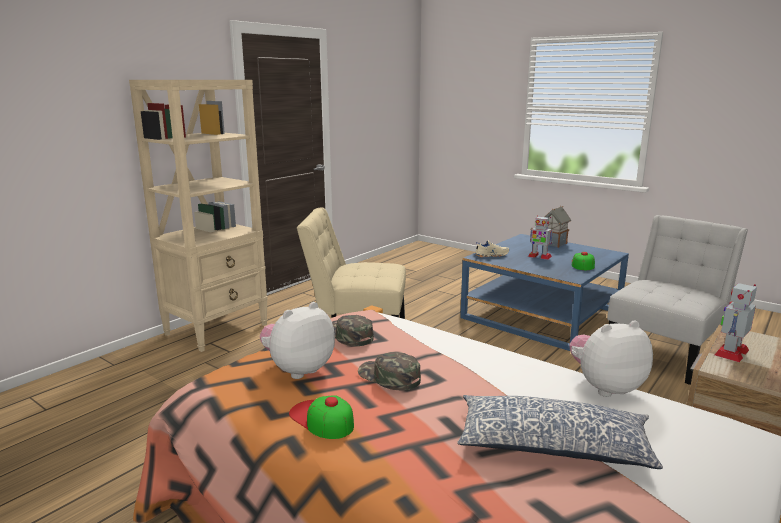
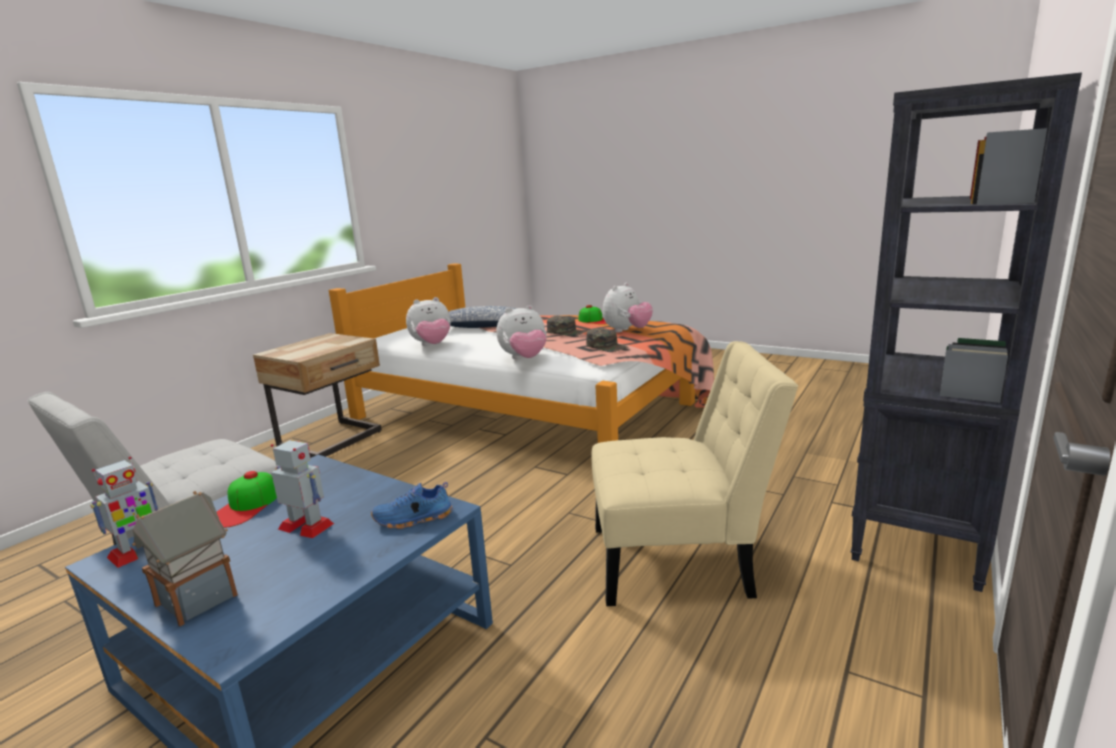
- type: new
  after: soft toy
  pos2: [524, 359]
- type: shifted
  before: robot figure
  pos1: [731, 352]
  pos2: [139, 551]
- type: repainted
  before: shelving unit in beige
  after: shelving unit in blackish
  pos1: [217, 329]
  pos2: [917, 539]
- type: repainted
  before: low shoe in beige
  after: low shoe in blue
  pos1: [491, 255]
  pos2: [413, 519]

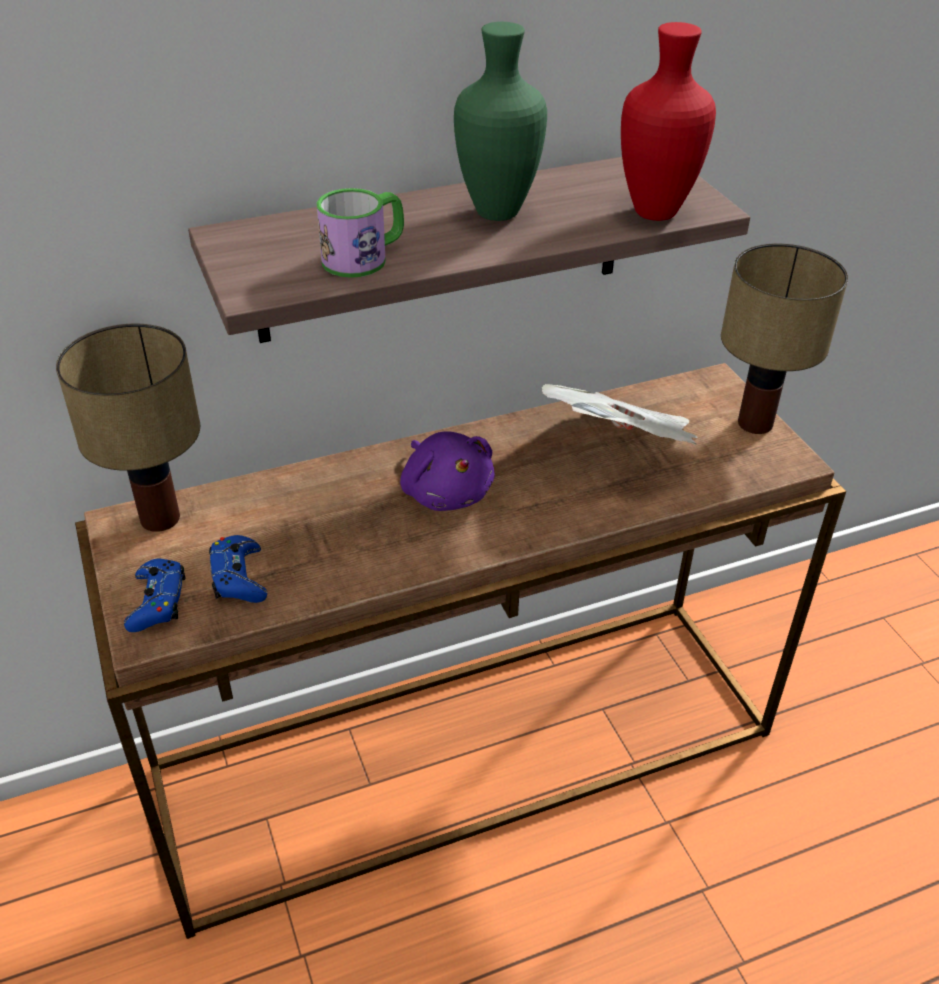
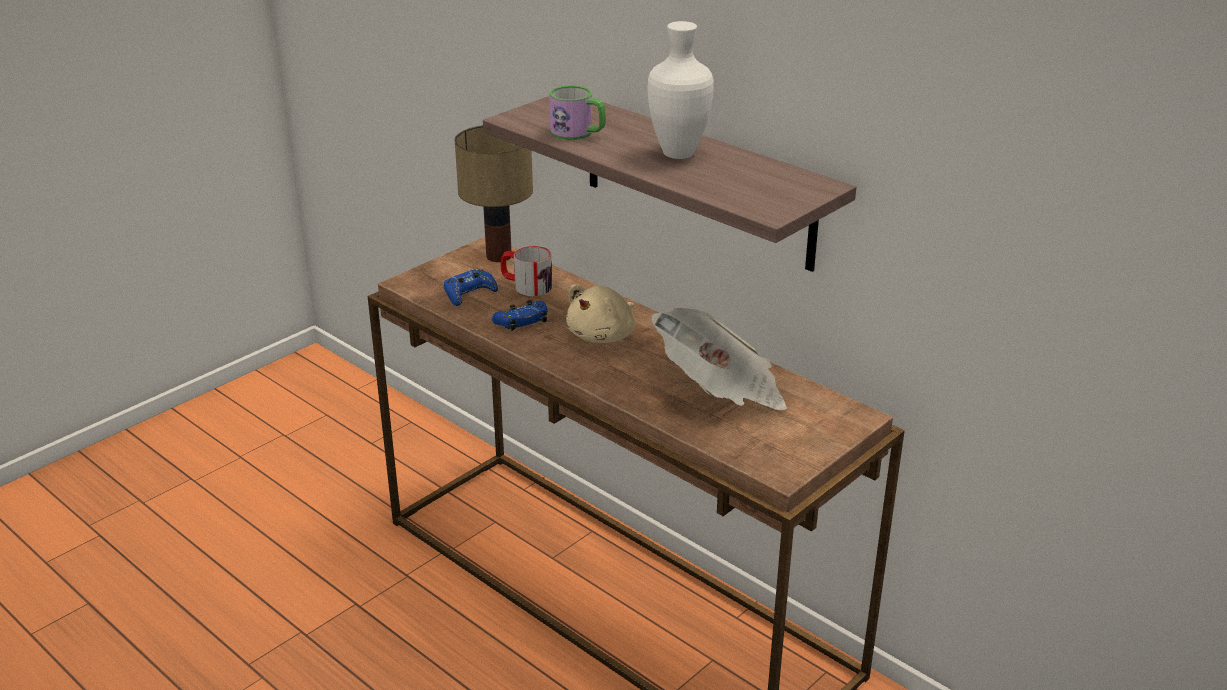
- type: gone
  before: flower vase in red
  pos1: [652, 211]
- type: gone
  before: table lamp
  pos1: [755, 422]
- type: new
  after: tea mug
  pos2: [526, 285]
- type: shifted
  before: game controller in blue
  pos1: [157, 602]
  pos2: [522, 322]
- type: repainted
  before: soft toy in purple-coloured
  after: soft toy in beige
  pos1: [446, 492]
  pos2: [603, 336]
- type: repainted
  before: flower vase in greenish
  after: flower vase in white-coloured
  pos1: [499, 211]
  pos2: [680, 154]

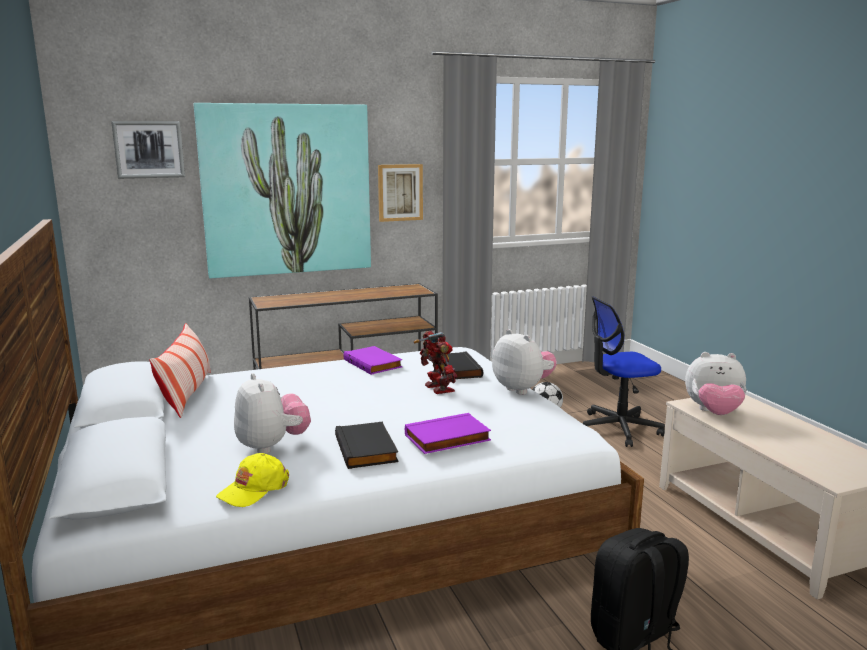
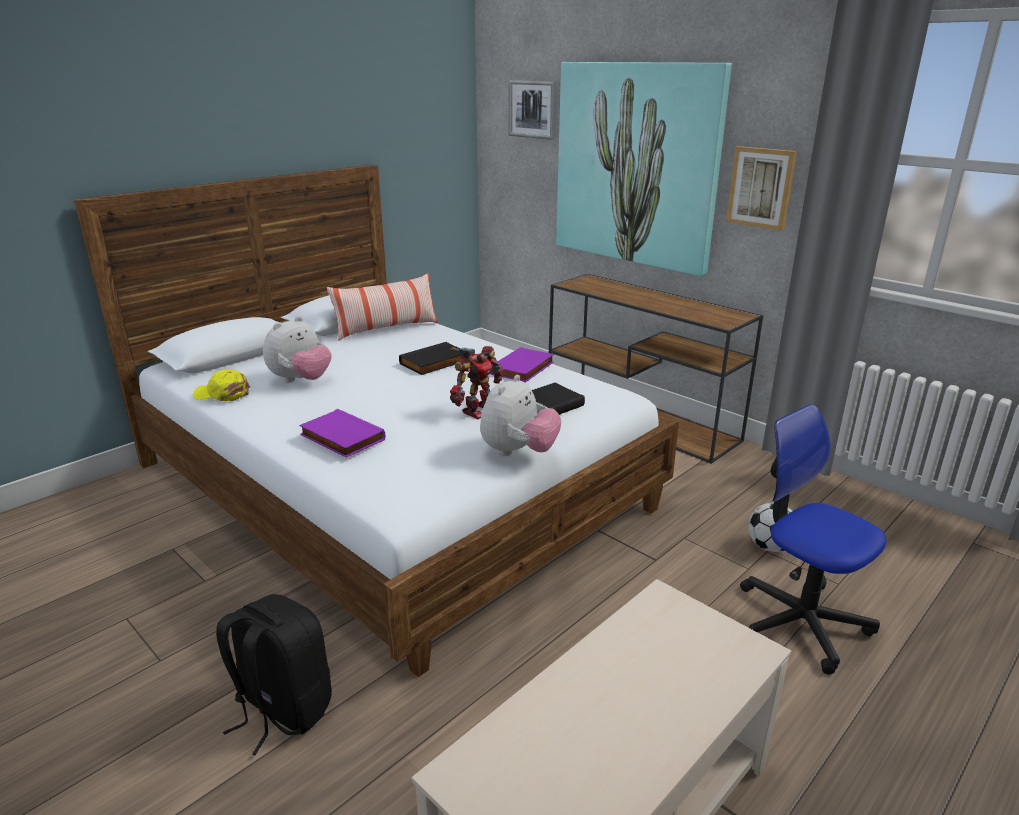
- type: gone
  before: soft toy
  pos1: [713, 413]
- type: shifted
  before: volume in blackish
  pos1: [367, 449]
  pos2: [435, 362]

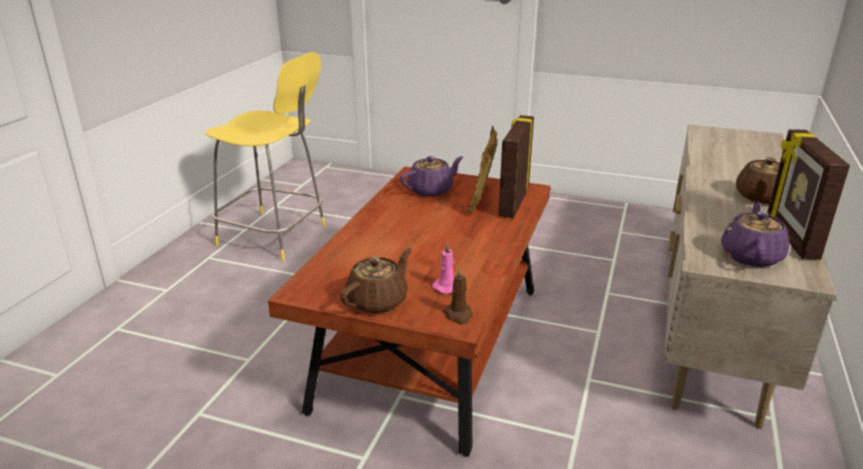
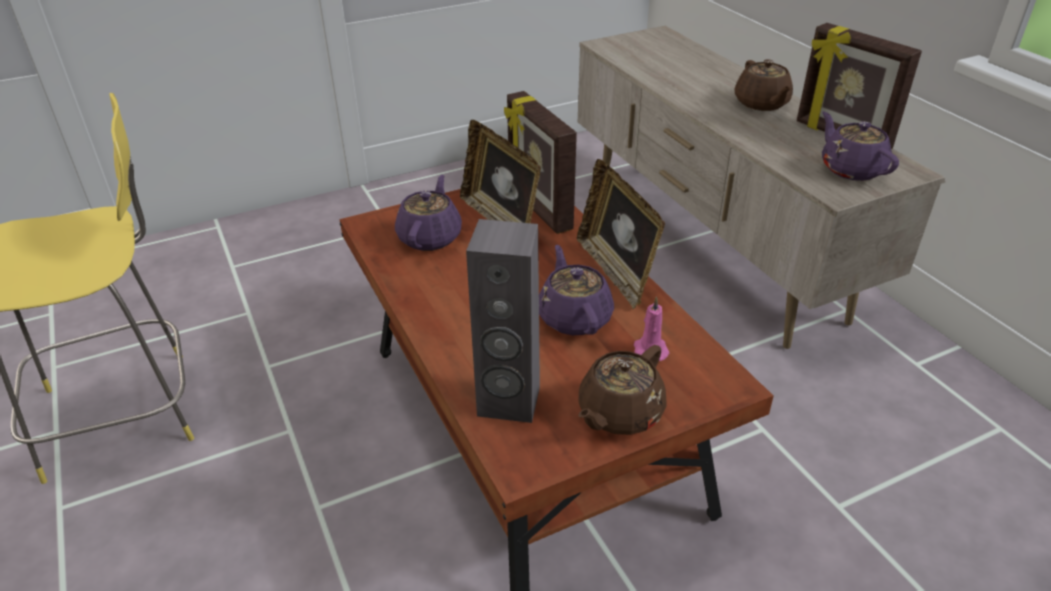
- type: gone
  before: candle in brownish
  pos1: [459, 315]
- type: new
  after: speaker in grey
  pos2: [508, 402]
- type: new
  after: tea pot in purple-coloured
  pos2: [574, 317]
- type: new
  after: standing frame
  pos2: [616, 271]
- type: rotated
  before: tea pot in brownish
  pos1: [378, 301]
  pos2: [619, 413]
  turn: -135

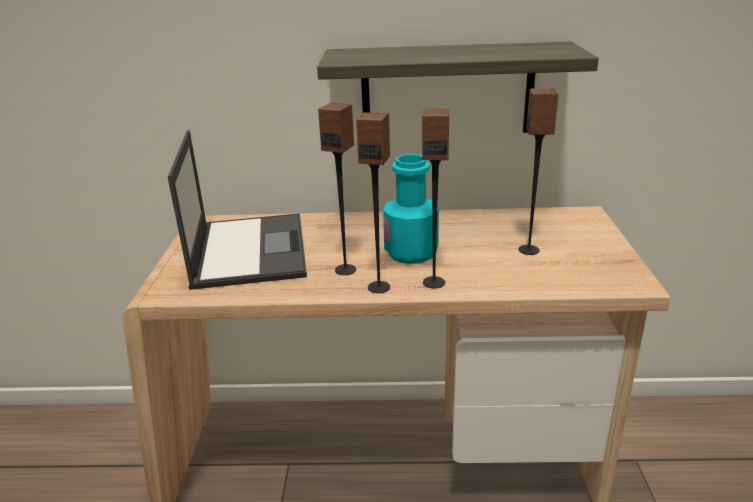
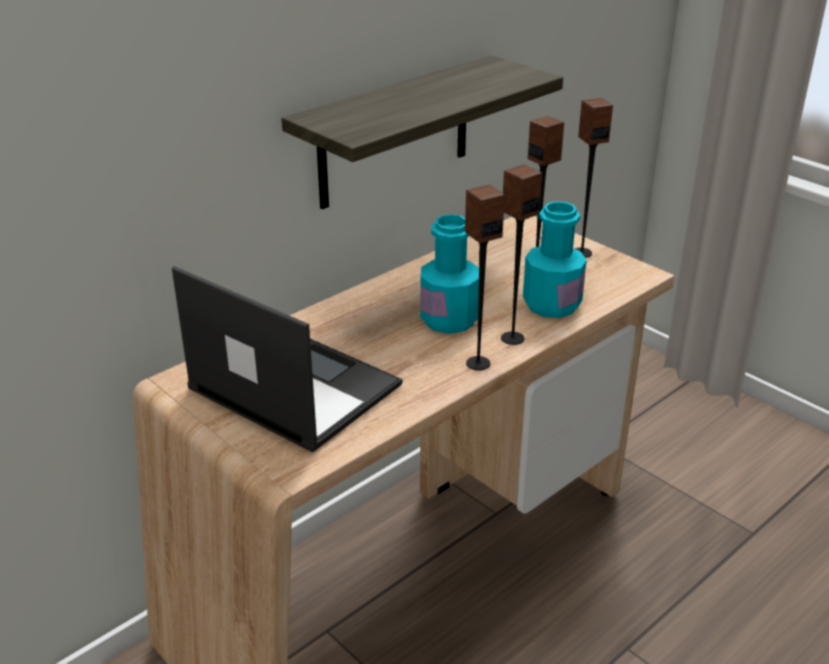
- type: new
  after: beverage bottle in turquoise-coloured
  pos2: [551, 304]
- type: shifted
  before: speaker
  pos1: [345, 269]
  pos2: [581, 253]

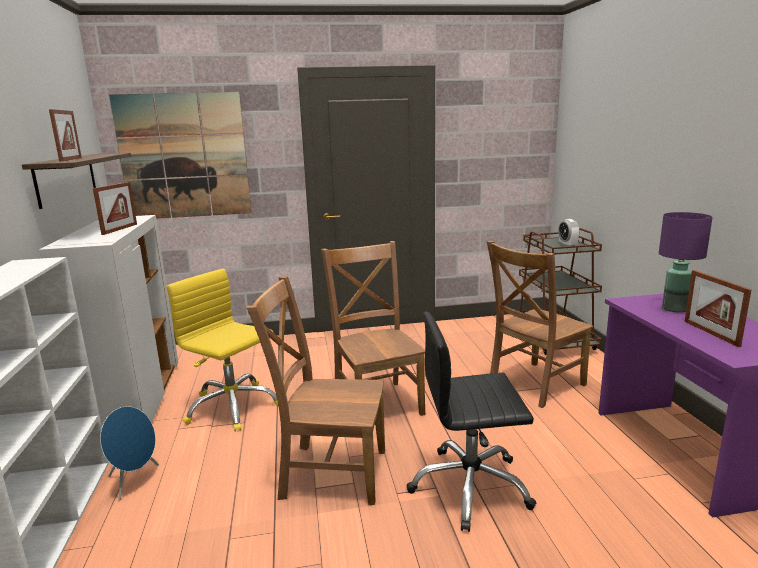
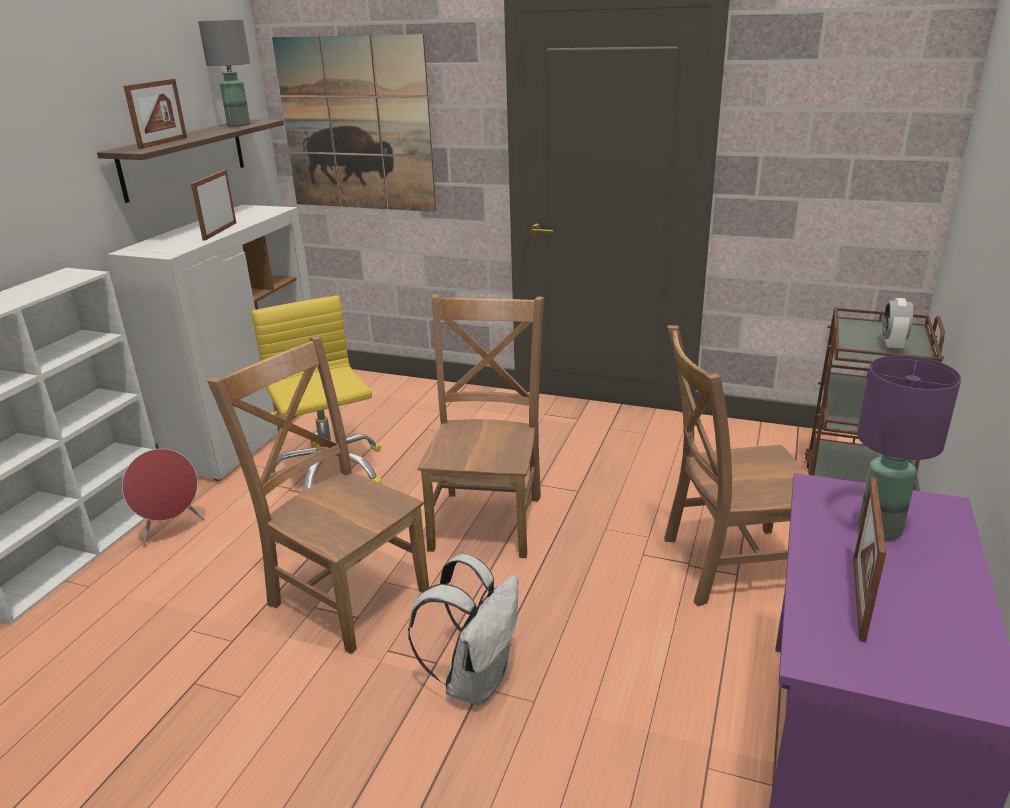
- type: new
  after: table lamp in grey
  pos2: [239, 125]
- type: swapped
  before: desk chair in blackish
  after: backpack in white-coloured
  pos1: [470, 487]
  pos2: [475, 679]
- type: repainted
  before: speaker in blue
  after: speaker in red
  pos1: [134, 481]
  pos2: [172, 530]
- type: rotated
  before: standing frame
  pos1: [120, 229]
  pos2: [220, 231]
  turn: 150

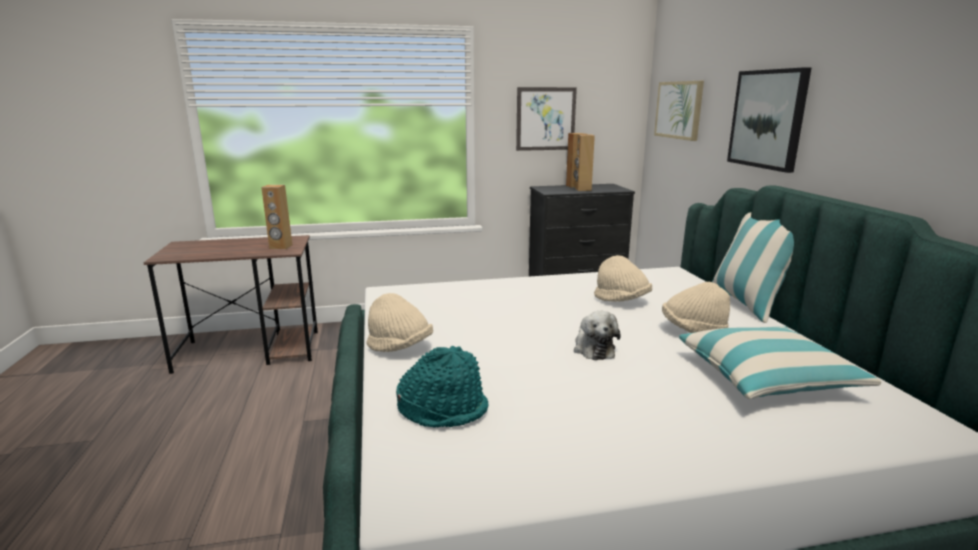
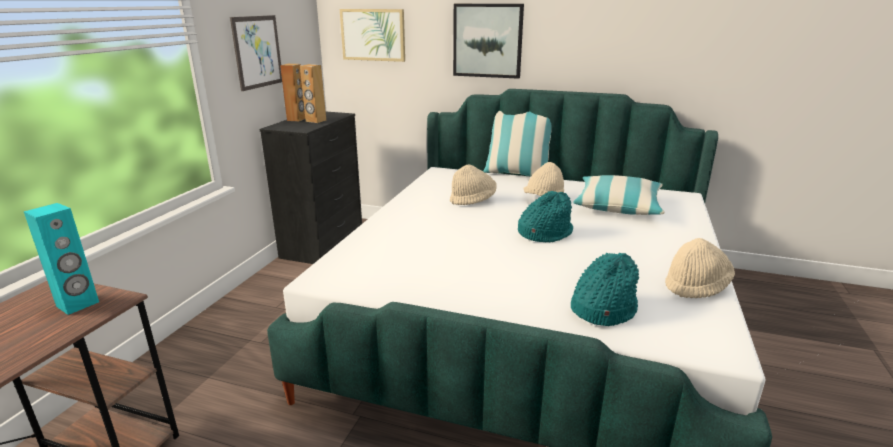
- type: shifted
  before: wearable hat in beige
  pos1: [399, 348]
  pos2: [696, 286]
- type: swapped
  before: soft toy
  after: wearable hat in turquoise-coloured
  pos1: [593, 349]
  pos2: [544, 233]
- type: repainted
  before: speaker in brownish
  after: speaker in turquoise-coloured
  pos1: [280, 247]
  pos2: [78, 304]

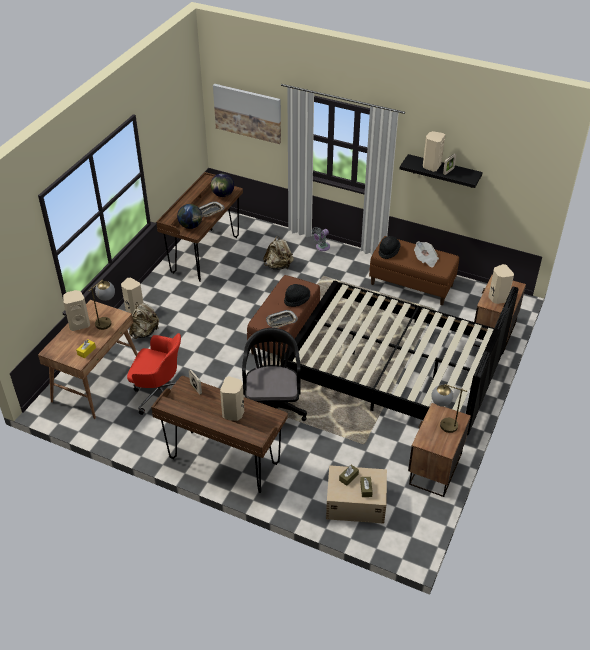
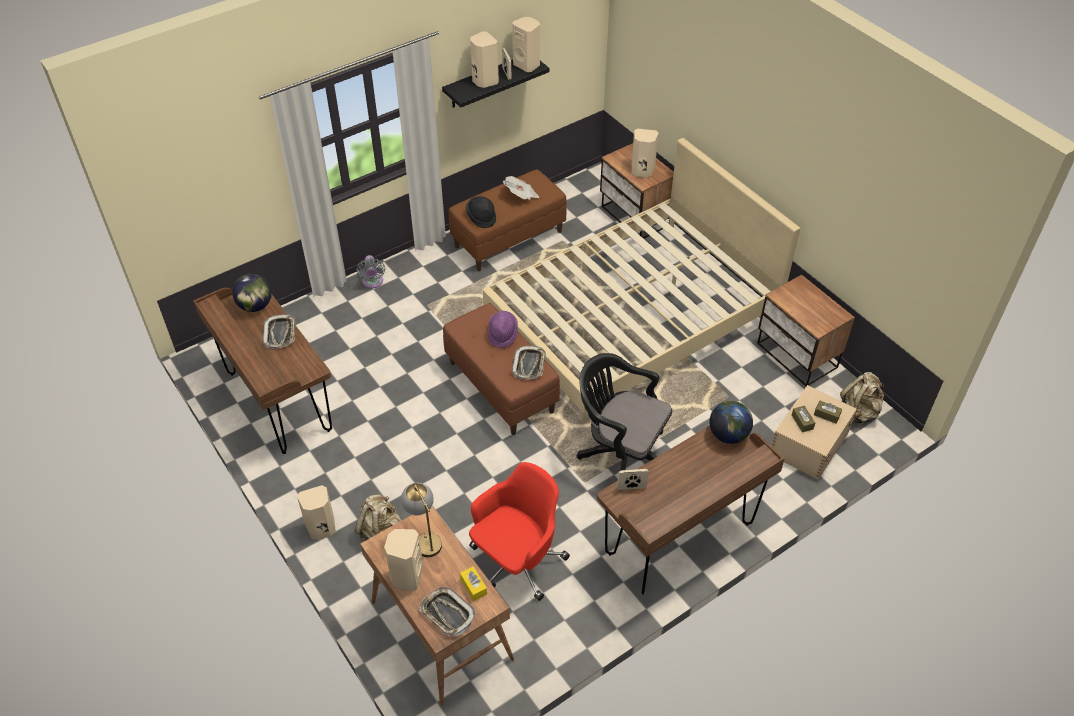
- type: gone
  before: wall picture
  pos1: [248, 113]
- type: gone
  before: table lamp
  pos1: [442, 424]
- type: new
  after: serving tray
  pos2: [447, 613]
- type: shifted
  before: desk globe
  pos1: [191, 226]
  pos2: [728, 435]
- type: shifted
  before: speaker in beige
  pos1: [234, 413]
  pos2: [527, 65]
- type: shifted
  before: backpack in beige
  pos1: [279, 266]
  pos2: [859, 412]
- type: repainted
  before: sleeping bed in blackish
  after: sleeping bed in beige
  pos1: [394, 369]
  pos2: [632, 318]
- type: repainted
  before: wearable hat in blackish
  after: wearable hat in purple-coloured
  pos1: [297, 300]
  pos2: [502, 334]

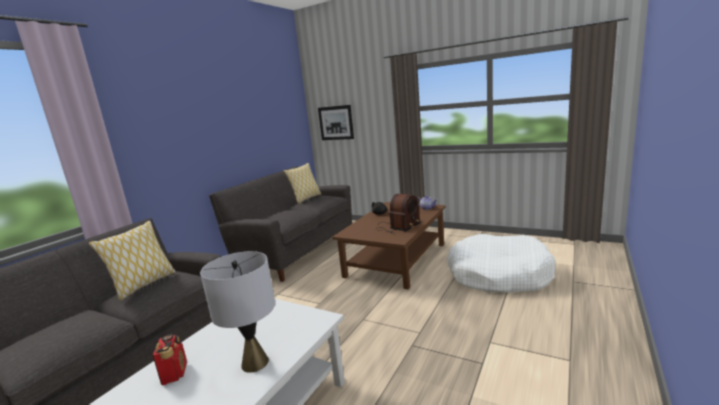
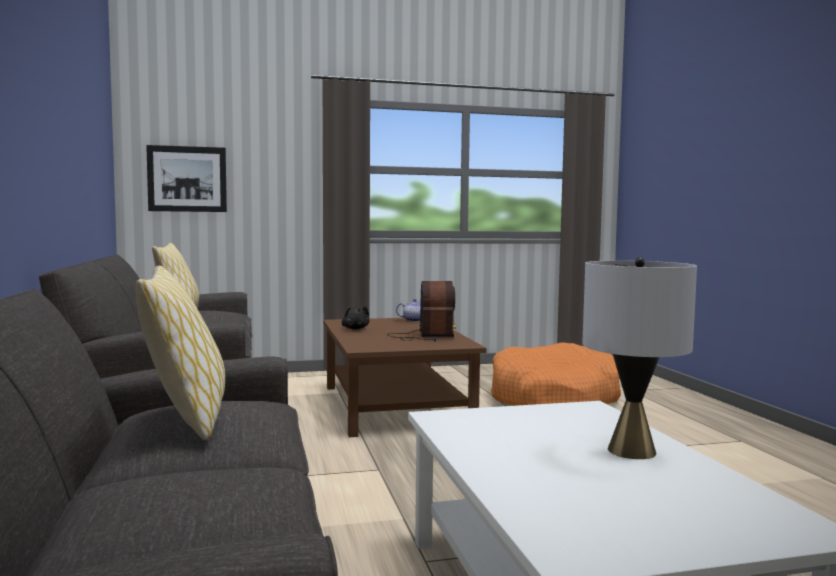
- type: gone
  before: radio set
  pos1: [174, 373]
- type: repainted
  before: pet bed in white-coloured
  after: pet bed in orange-coloured
  pos1: [498, 275]
  pos2: [553, 398]

